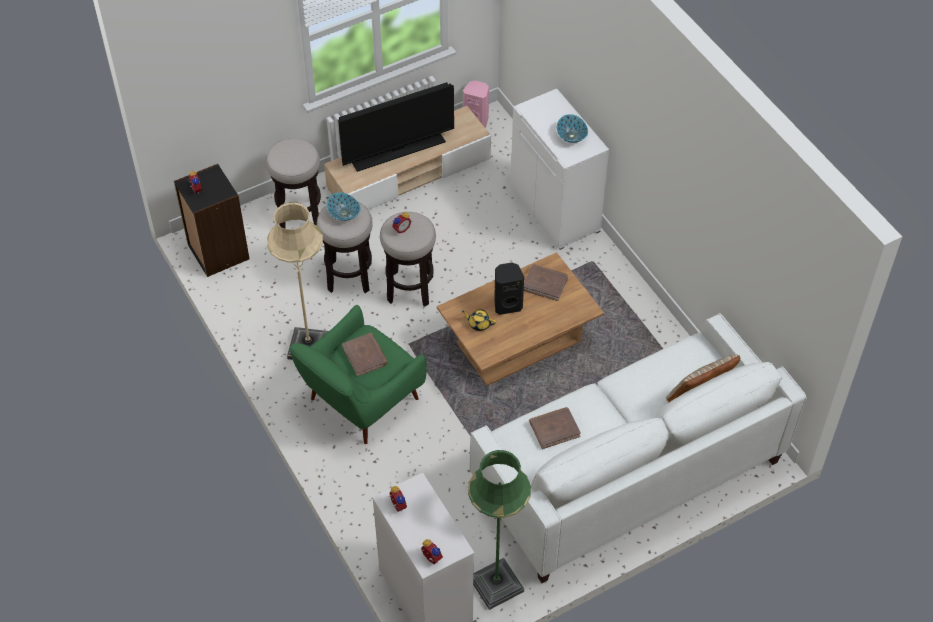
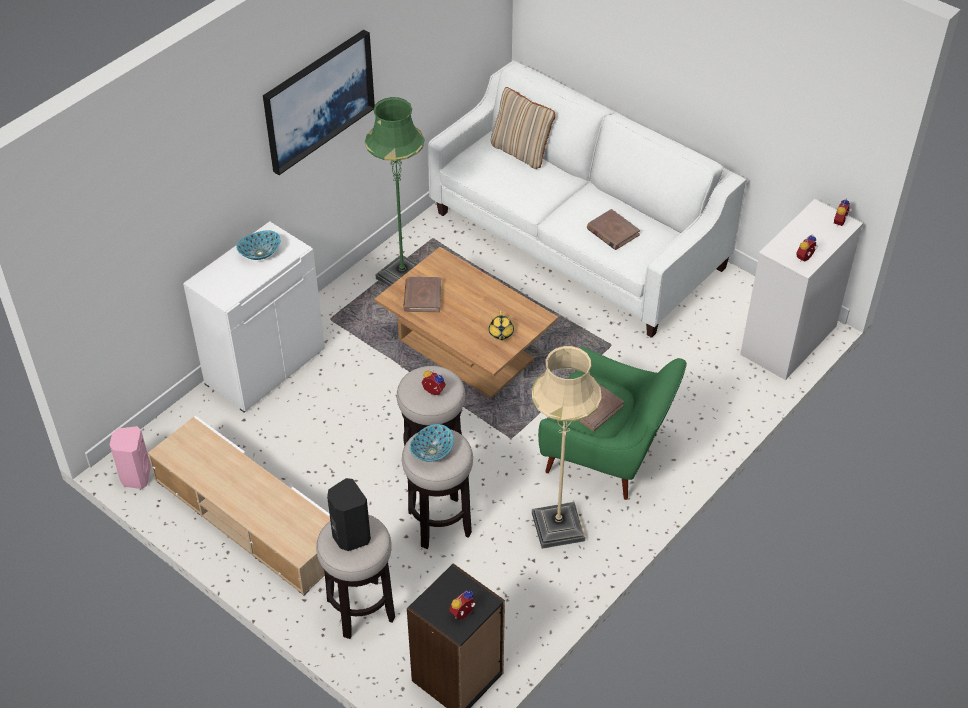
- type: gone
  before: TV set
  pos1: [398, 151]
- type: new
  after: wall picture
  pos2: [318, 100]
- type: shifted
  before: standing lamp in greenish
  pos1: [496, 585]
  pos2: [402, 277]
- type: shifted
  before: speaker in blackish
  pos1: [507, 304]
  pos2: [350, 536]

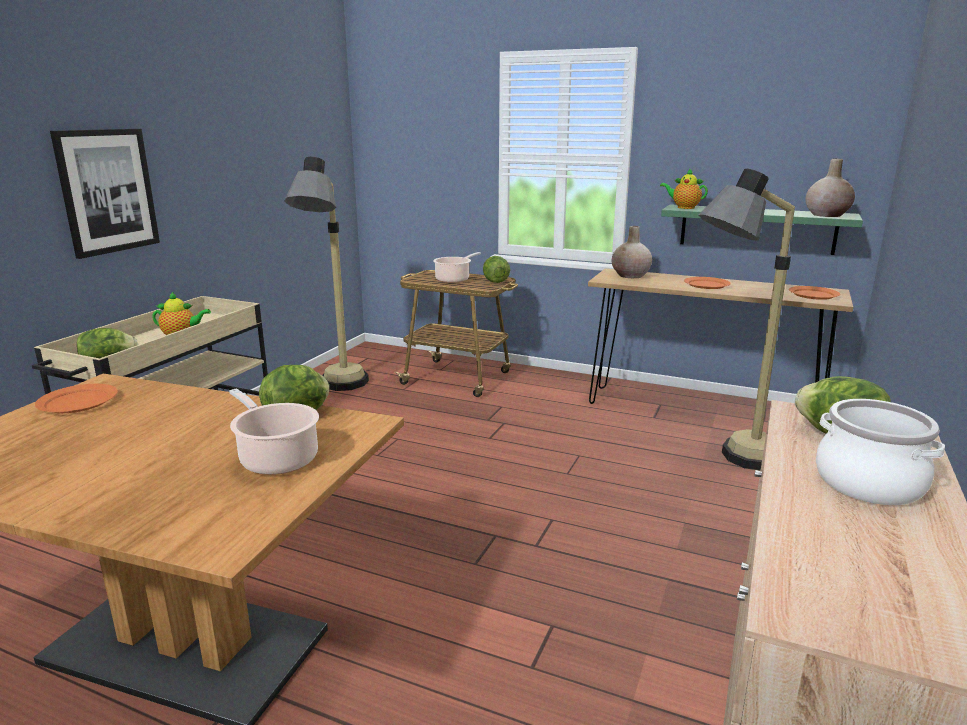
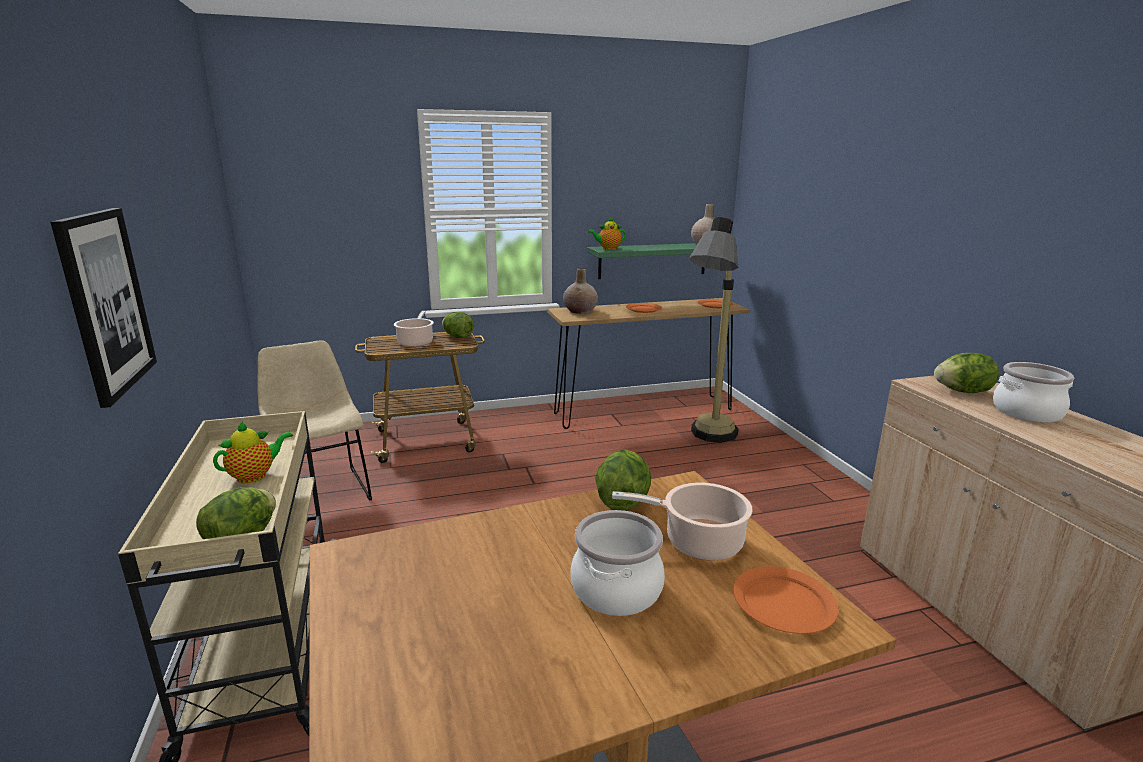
- type: new
  after: cooking pot
  pos2: [617, 590]
- type: shifted
  before: flat dish in orange-coloured
  pos1: [78, 402]
  pos2: [784, 603]
- type: swapped
  before: standing lamp
  after: upright chair in beige
  pos1: [337, 390]
  pos2: [320, 491]

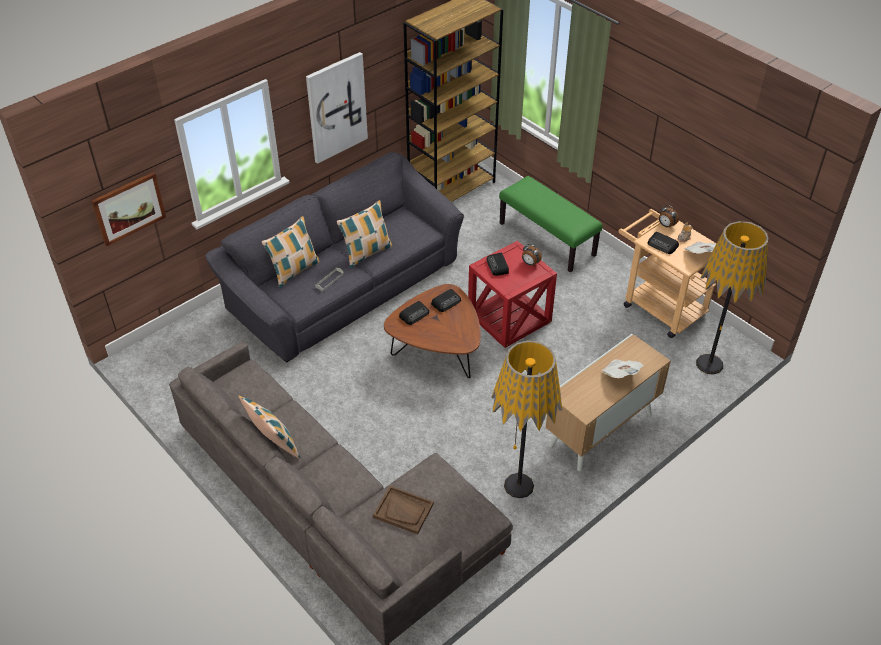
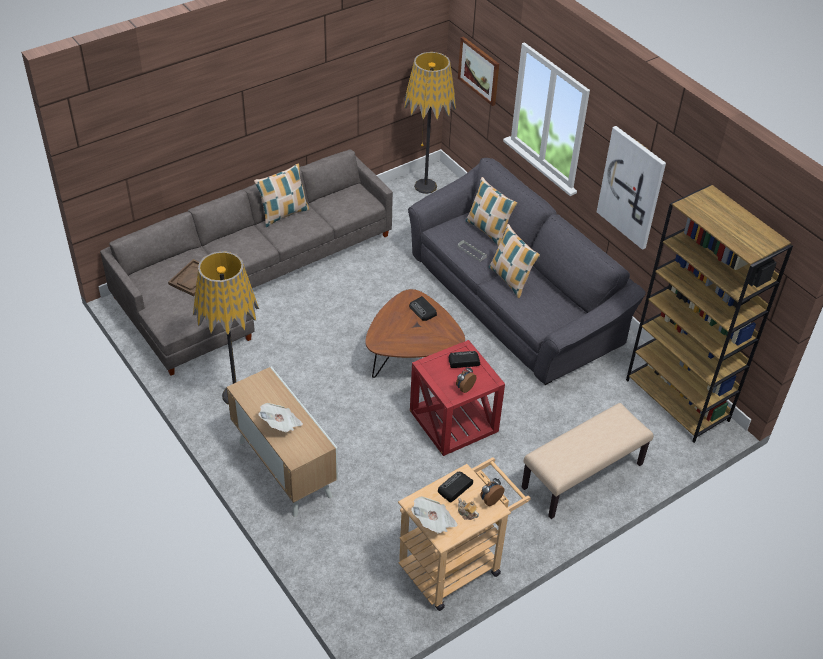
- type: gone
  before: radio set
  pos1: [446, 302]
- type: shifted
  before: standing lamp
  pos1: [709, 364]
  pos2: [425, 186]
- type: repainted
  before: long seat in greenish
  after: long seat in beige
  pos1: [547, 239]
  pos2: [582, 477]

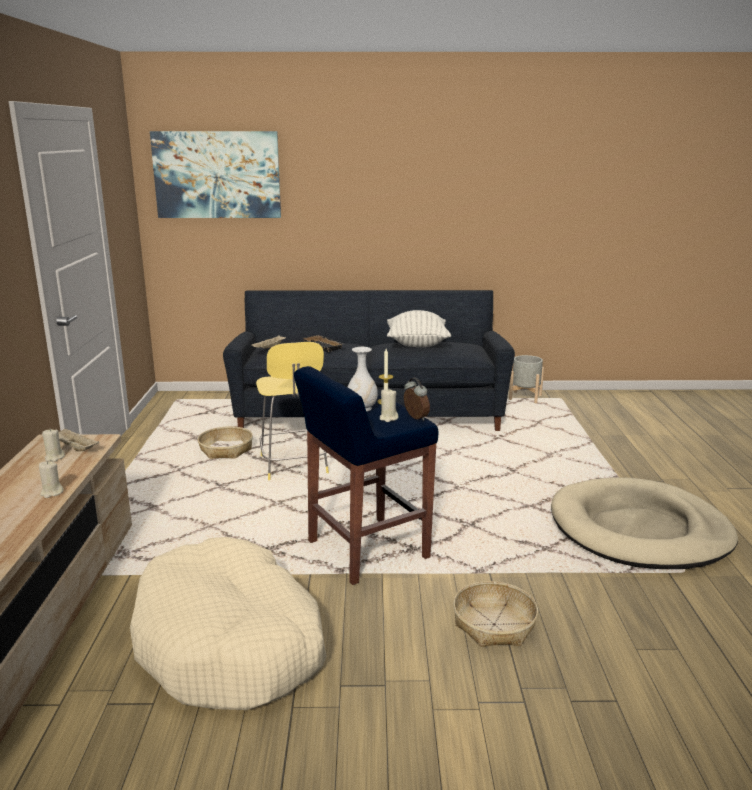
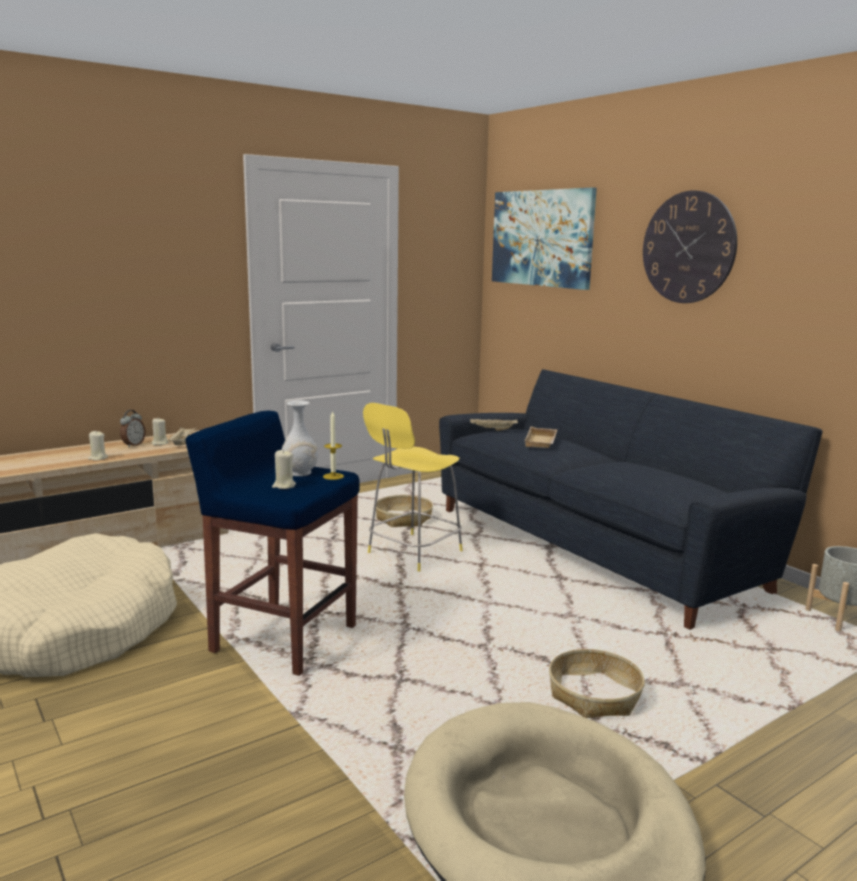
- type: gone
  before: throw pillow
  pos1: [417, 344]
- type: new
  after: wall clock
  pos2: [688, 247]
- type: shifted
  before: table clock
  pos1: [415, 418]
  pos2: [133, 445]
- type: shifted
  before: household basket
  pos1: [493, 624]
  pos2: [594, 695]
- type: repainted
  before: serving tray in blackish
  after: serving tray in beige
  pos1: [324, 346]
  pos2: [542, 442]

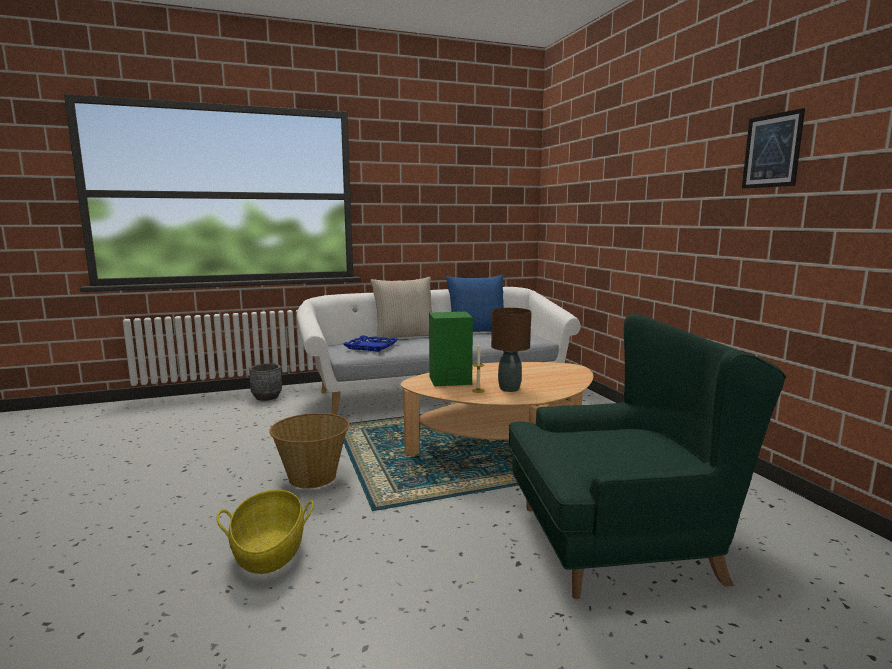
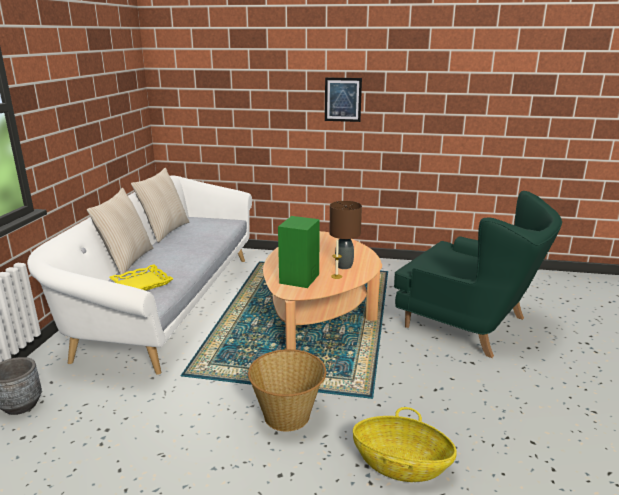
- type: shifted
  before: wall picture
  pos1: [772, 150]
  pos2: [343, 99]
- type: repainted
  before: serving tray in blue
  after: serving tray in yellowish
  pos1: [370, 347]
  pos2: [142, 283]
- type: repainted
  before: throw pillow in blue
  after: throw pillow in beige
  pos1: [477, 331]
  pos2: [164, 231]
- type: rotated
  before: lounge chair in greenish
  pos1: [624, 542]
  pos2: [468, 323]
  turn: 105

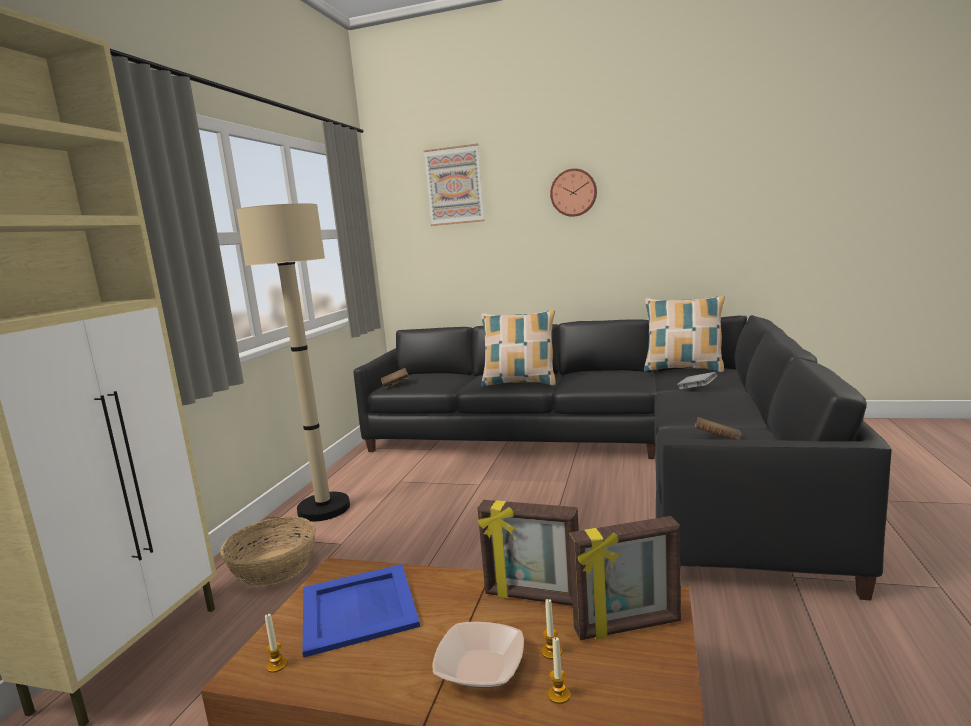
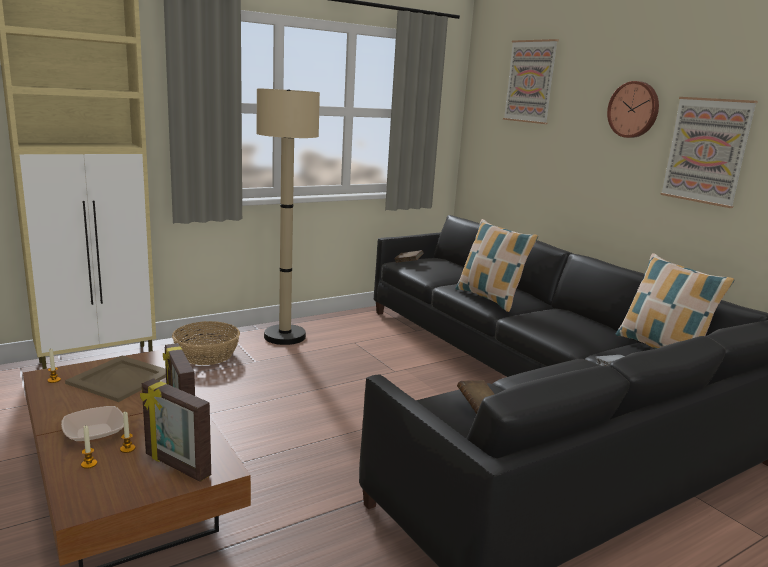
- type: new
  after: wall picture
  pos2: [707, 151]
- type: repainted
  before: serving tray in blue
  after: serving tray in beige
  pos1: [359, 608]
  pos2: [120, 379]

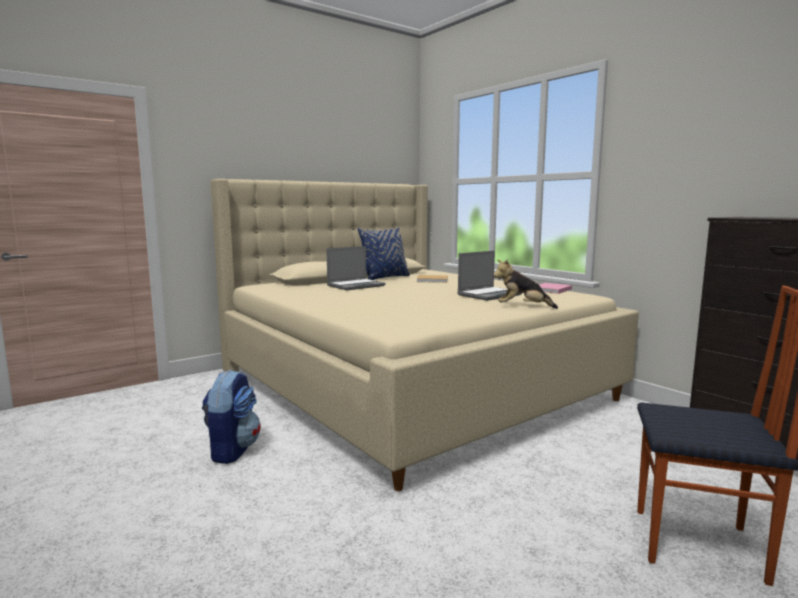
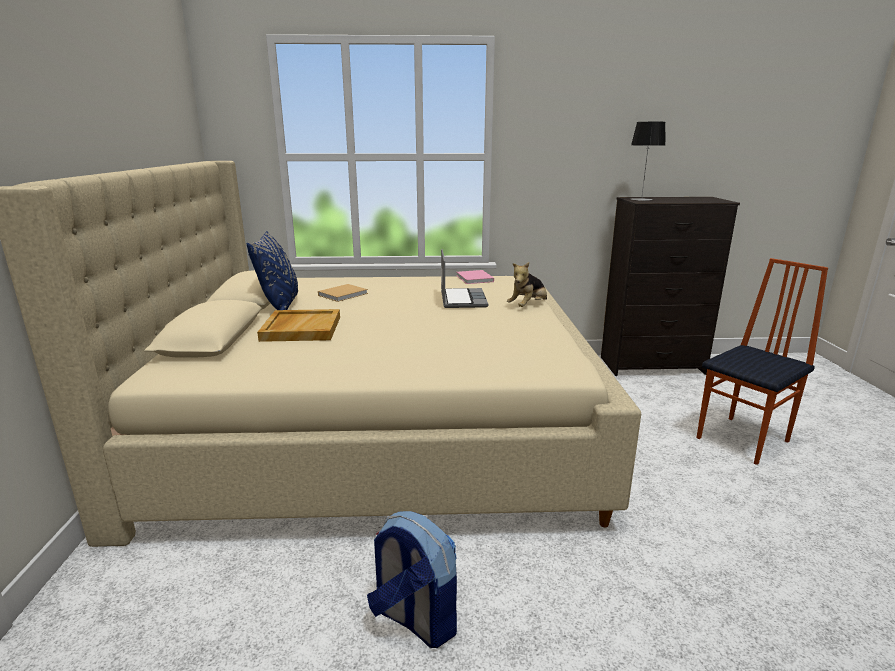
- type: new
  after: table lamp
  pos2: [641, 199]
- type: swapped
  before: laptop
  after: serving tray in beige
  pos1: [356, 286]
  pos2: [301, 328]

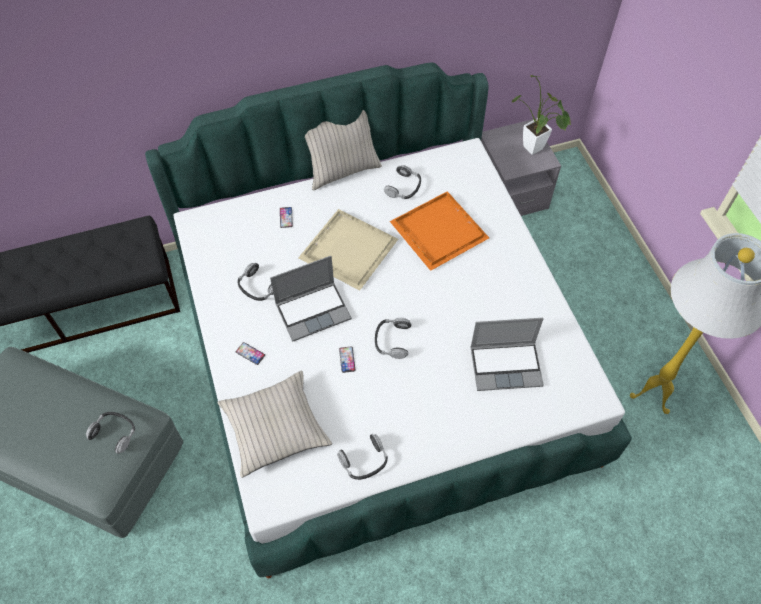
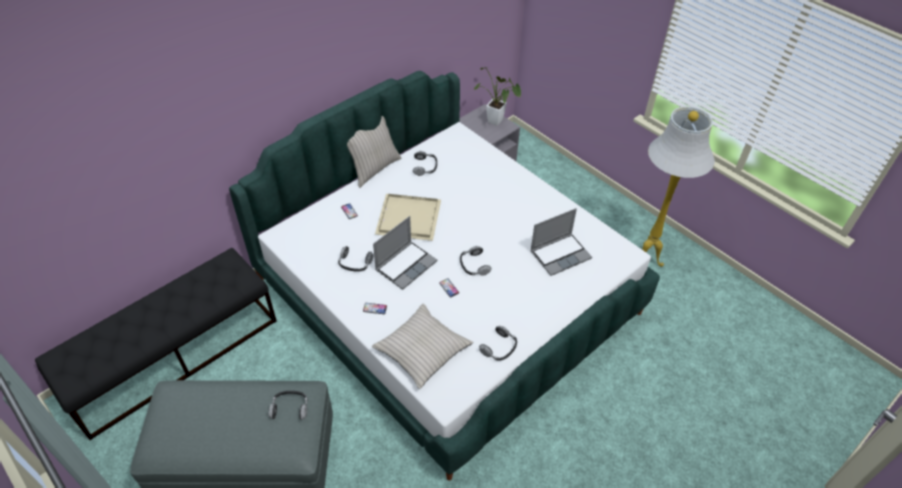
- type: gone
  before: serving tray in orange-coloured
  pos1: [441, 232]

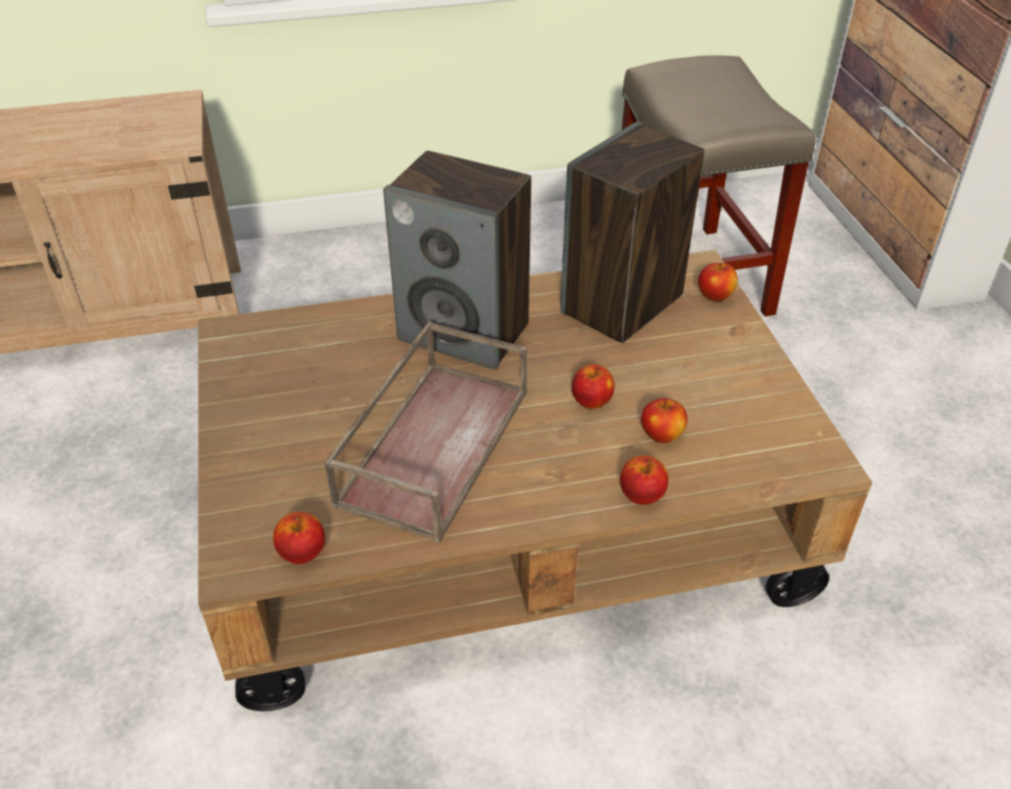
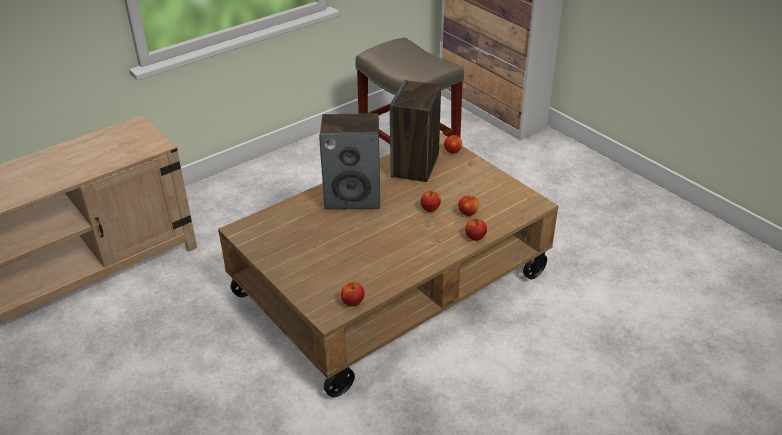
- type: gone
  before: serving tray in brownish
  pos1: [433, 443]

